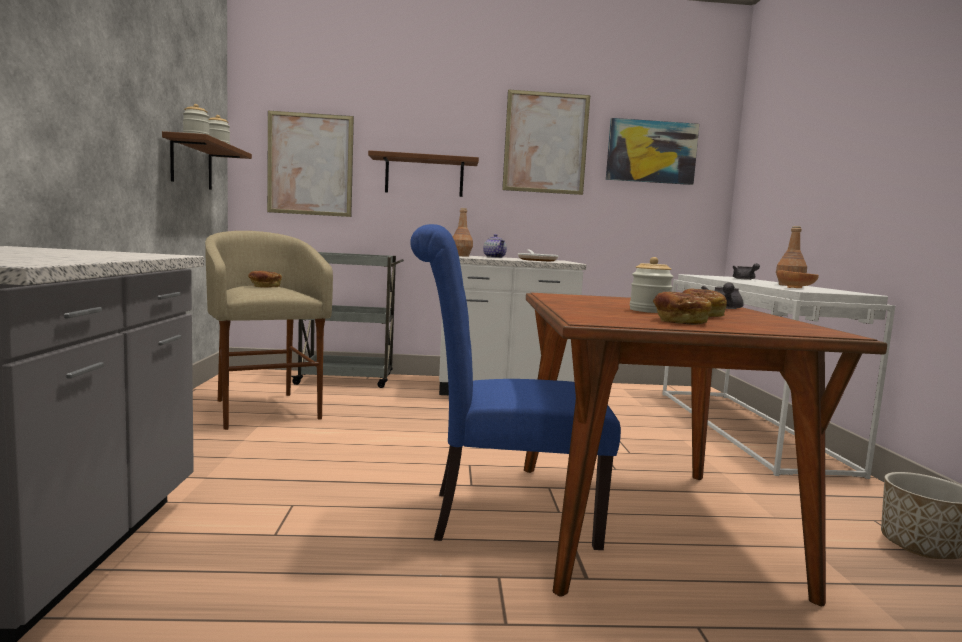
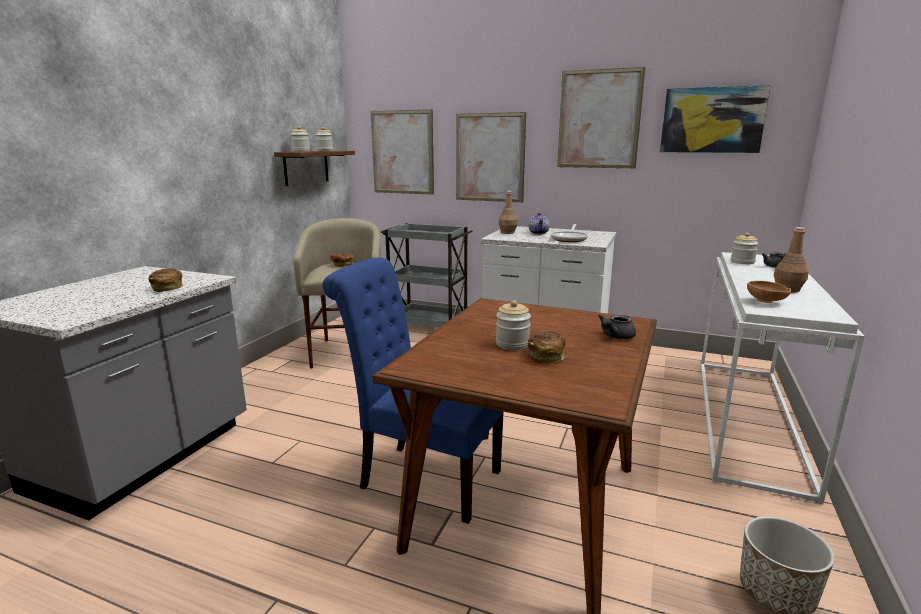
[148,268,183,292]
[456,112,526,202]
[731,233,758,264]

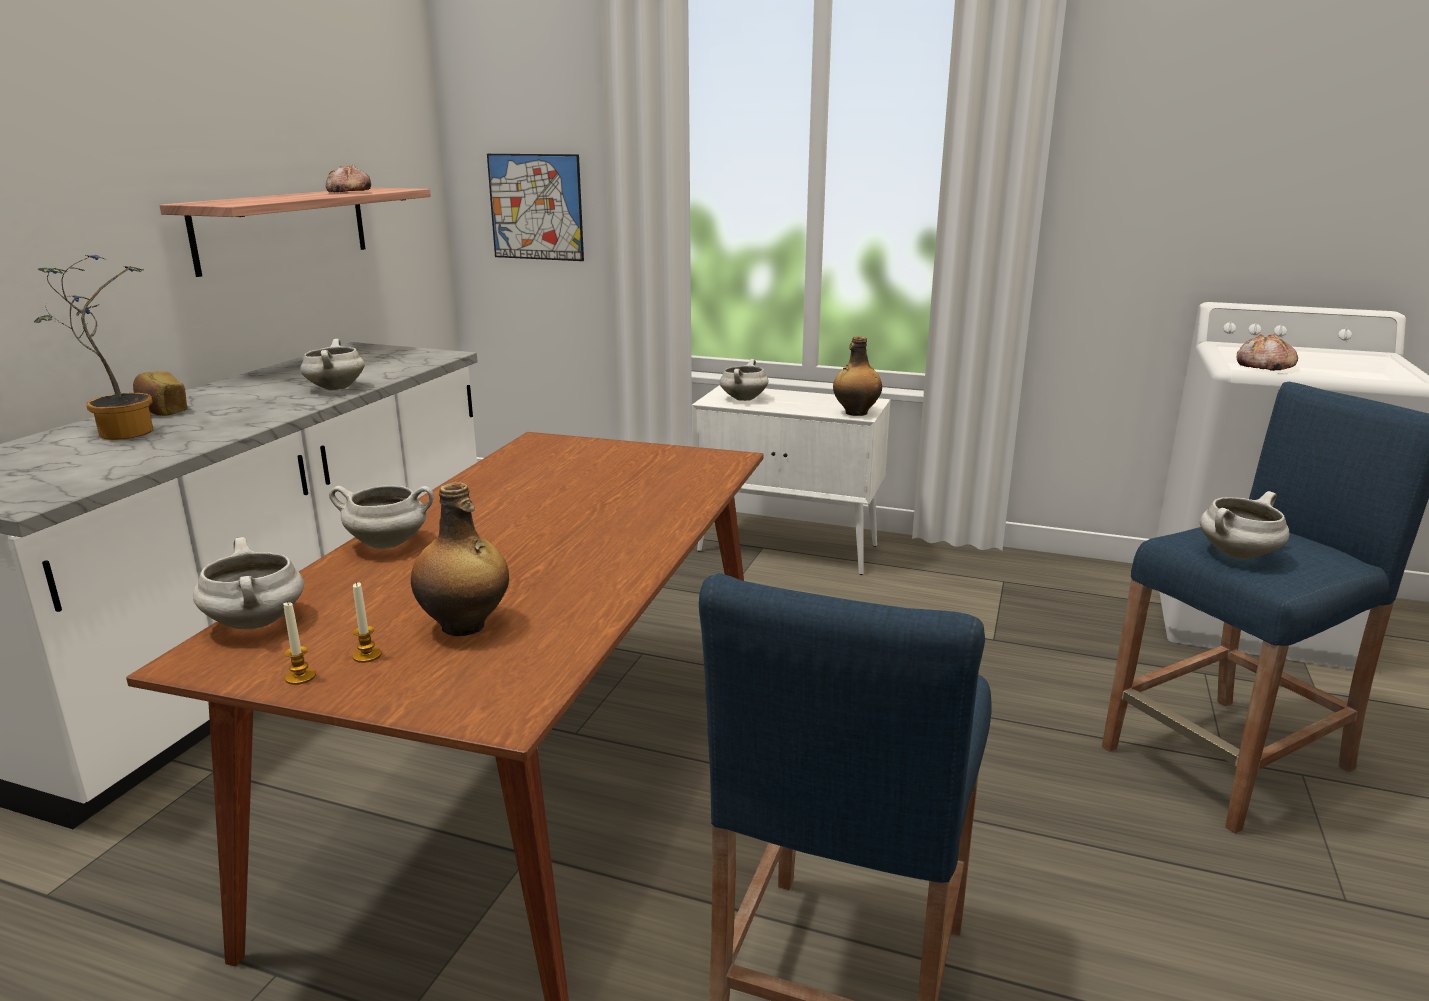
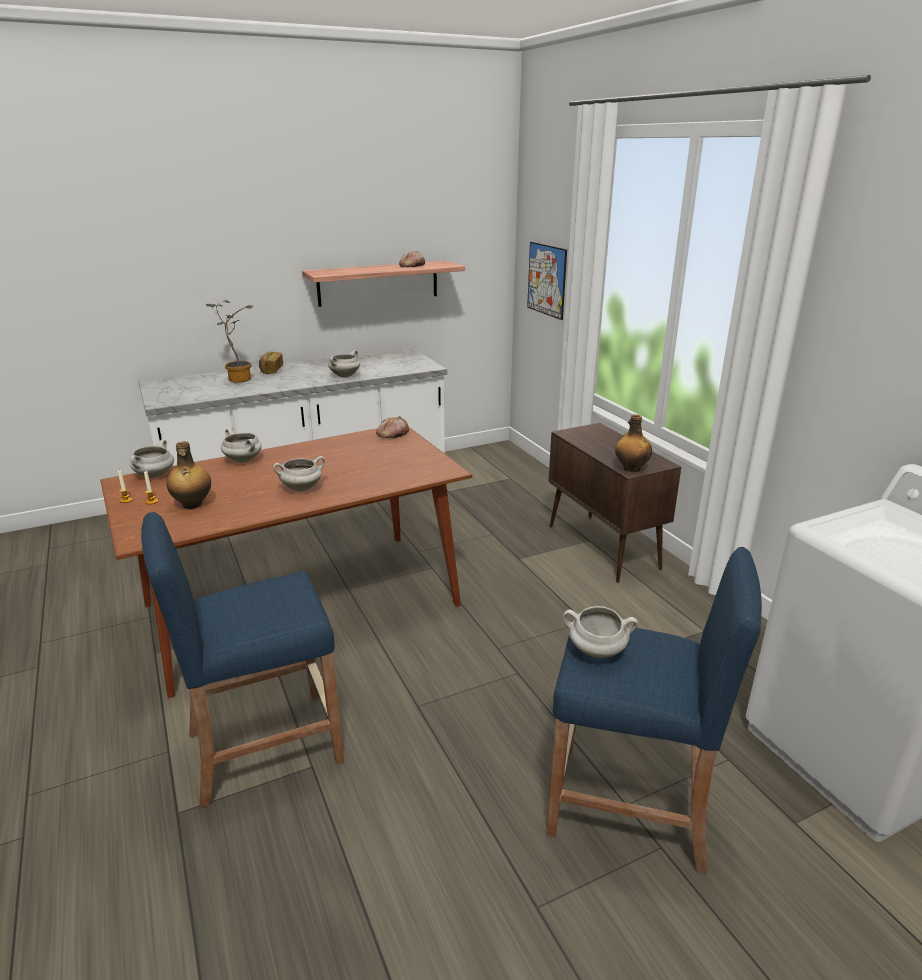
[273,456,325,492]
[376,416,409,438]
[548,423,681,583]

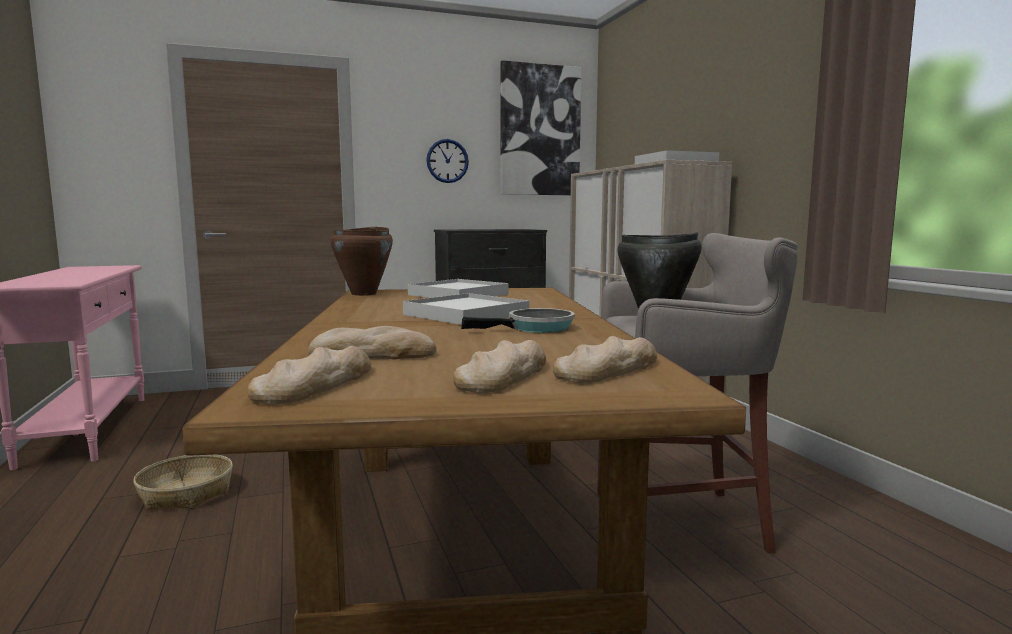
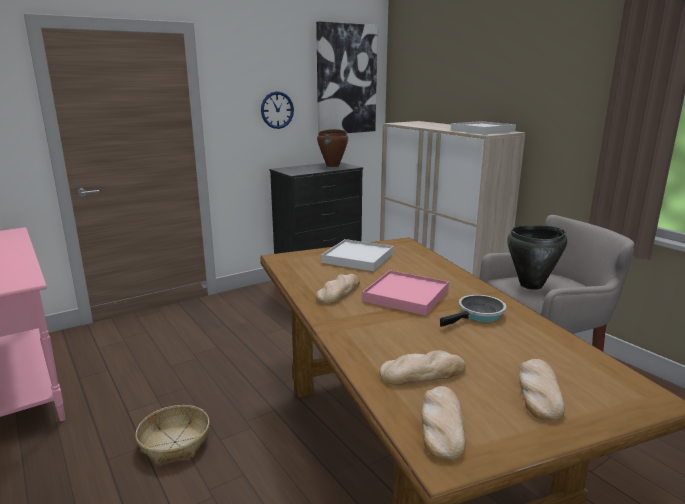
[316,274,360,304]
[317,129,348,167]
[362,270,449,316]

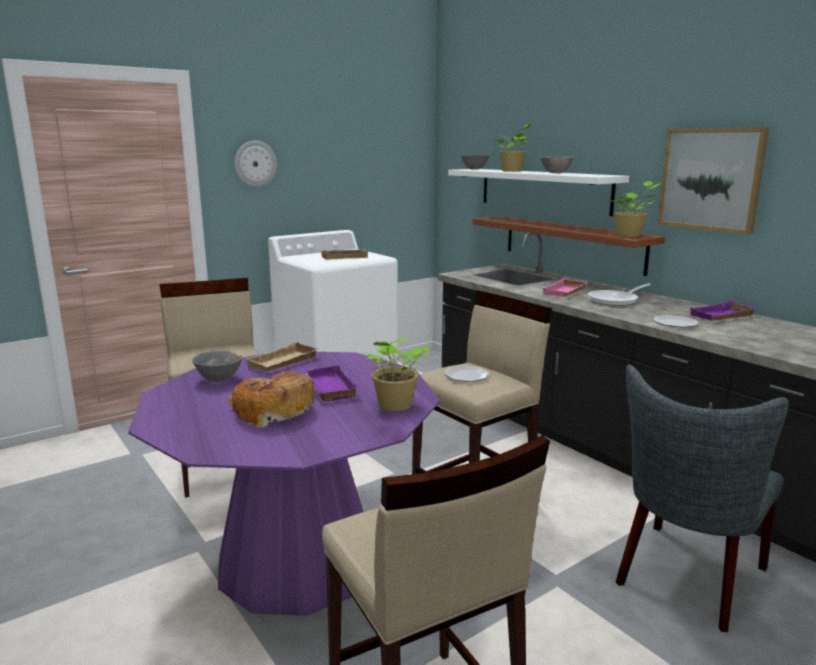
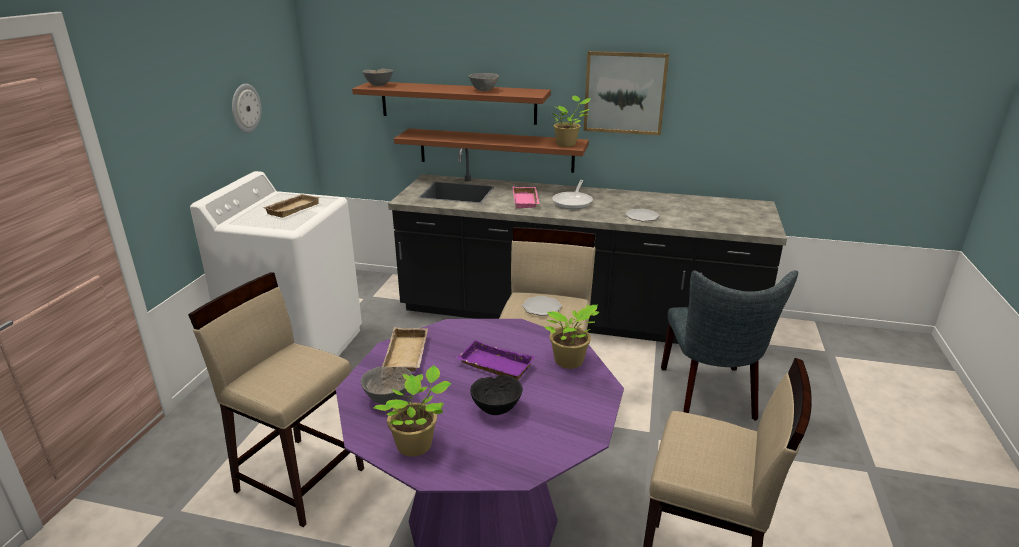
[232,84,261,133]
[352,82,551,125]
[374,365,451,457]
[470,375,523,415]
[690,300,758,321] (first image)

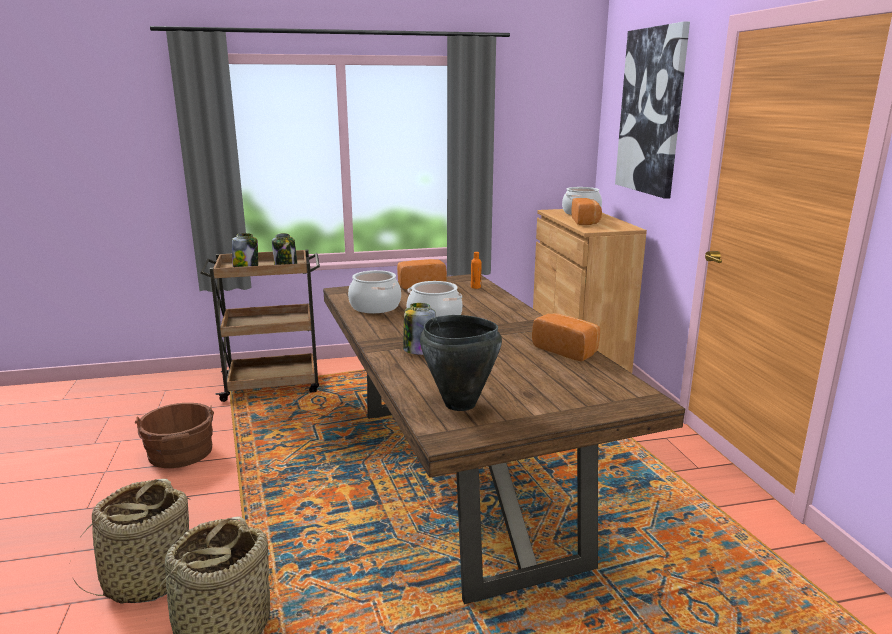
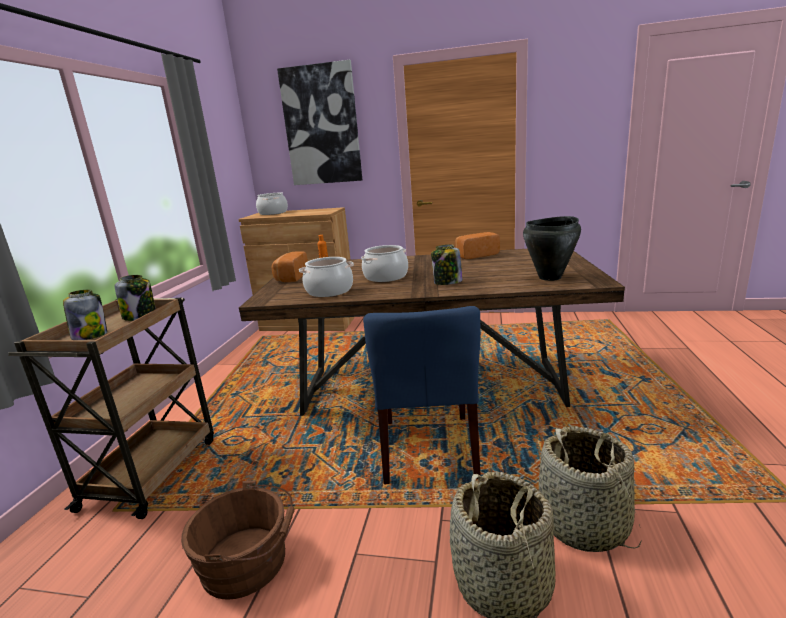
[363,306,481,484]
[571,198,602,225] (first image)

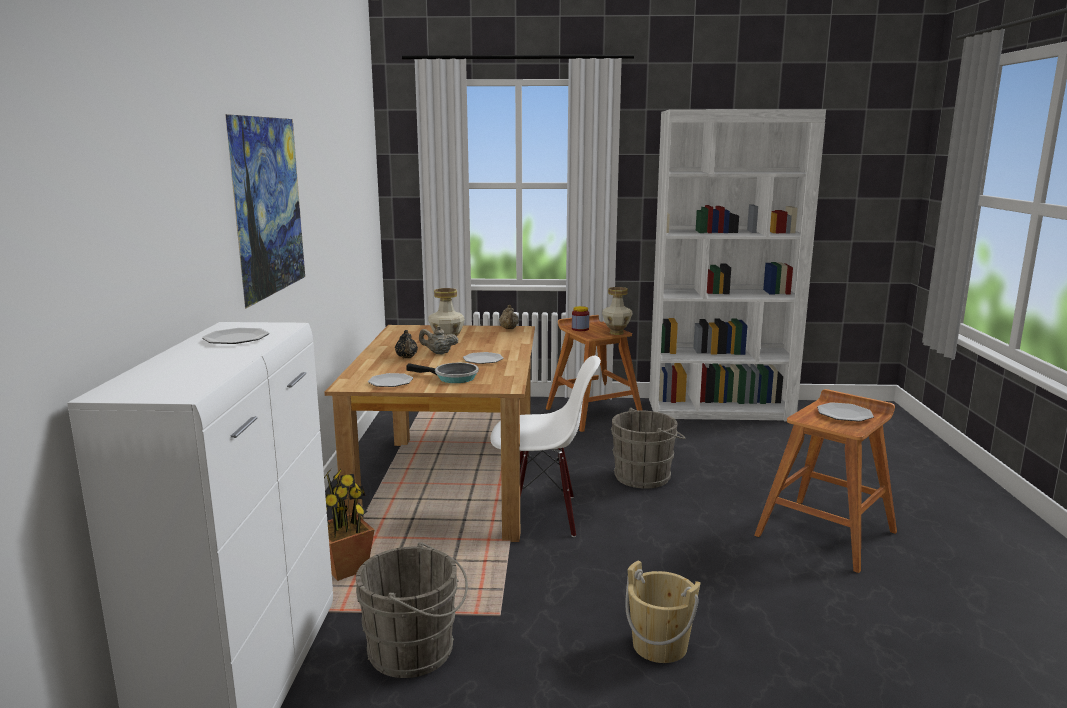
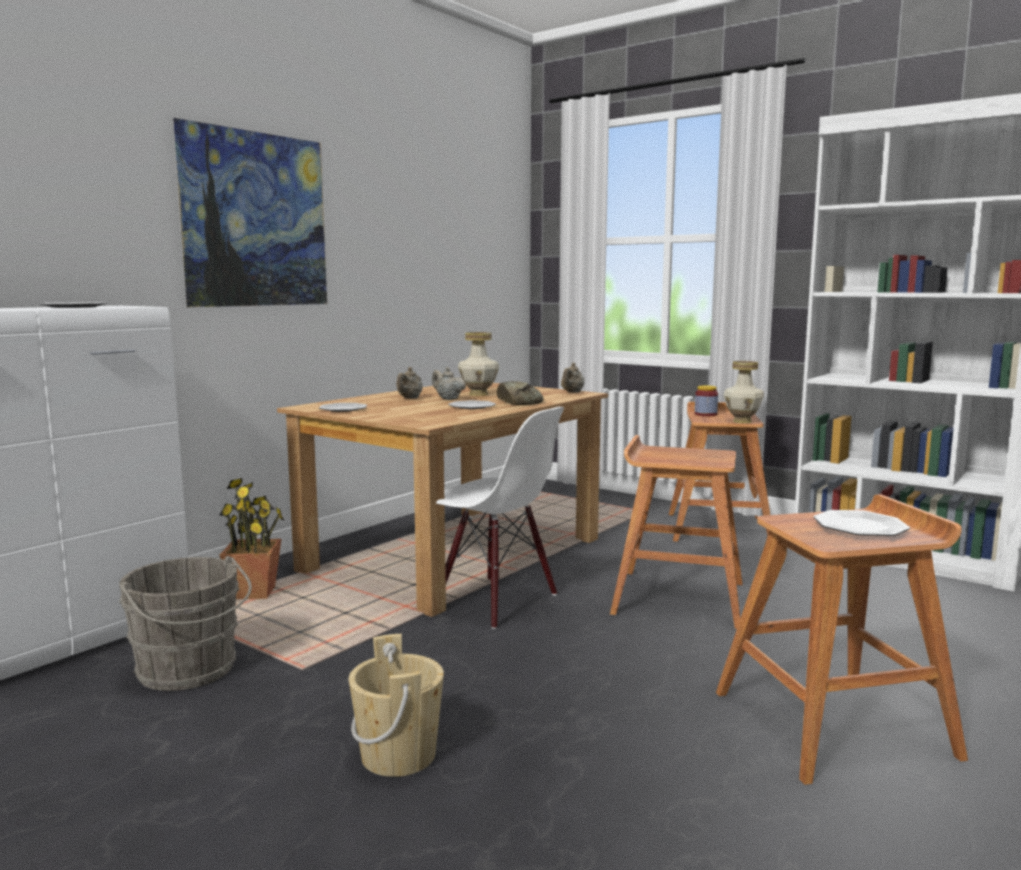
[396,367,423,399]
[497,381,544,405]
[610,435,743,629]
[406,363,479,383] (first image)

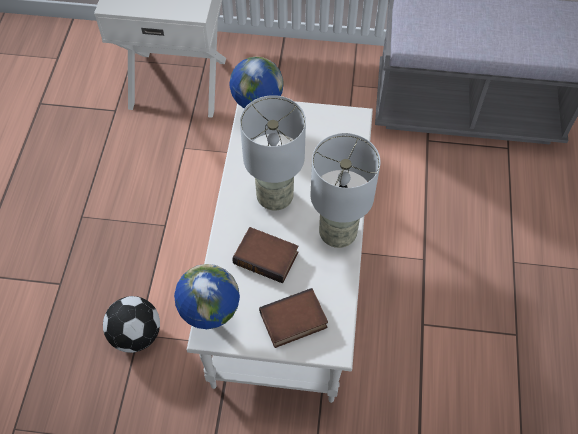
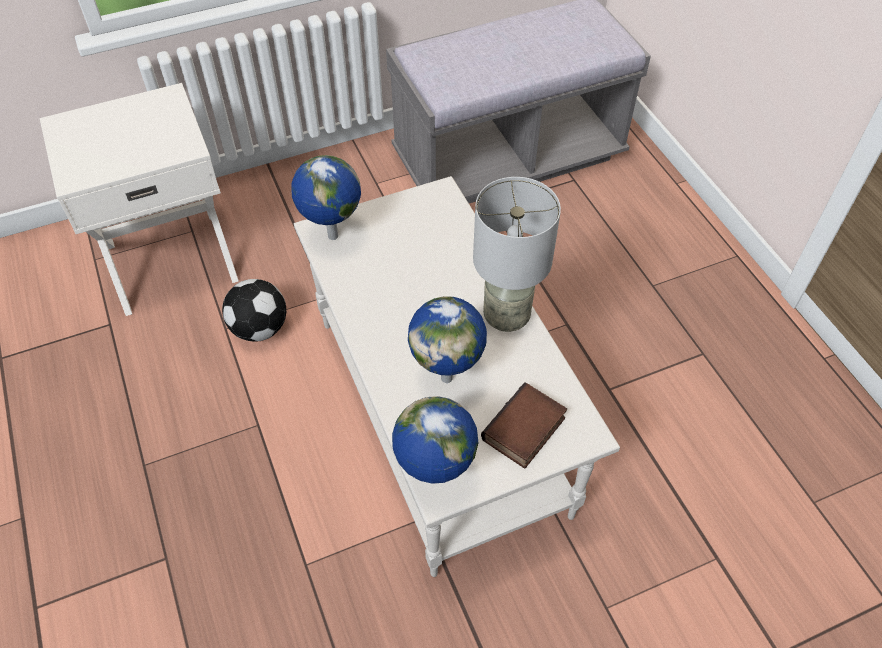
[222,279,286,342]
[408,296,487,383]
[240,95,306,211] (first image)

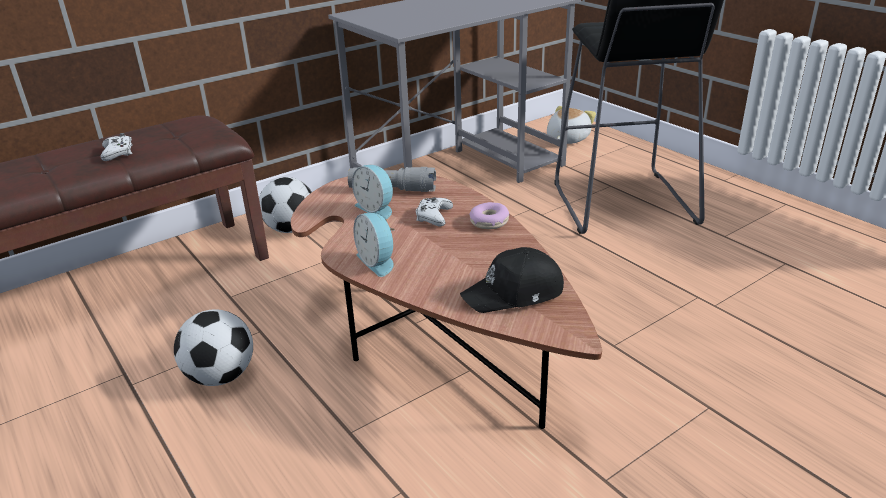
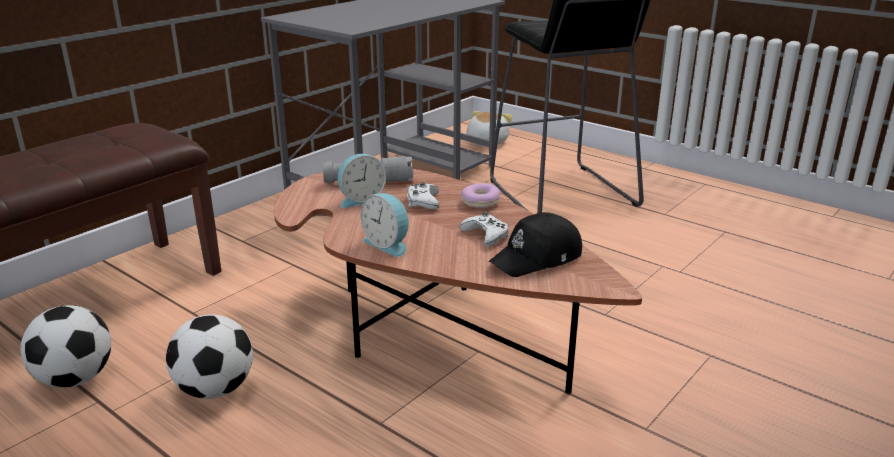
[20,305,111,388]
[337,154,386,208]
[460,212,509,247]

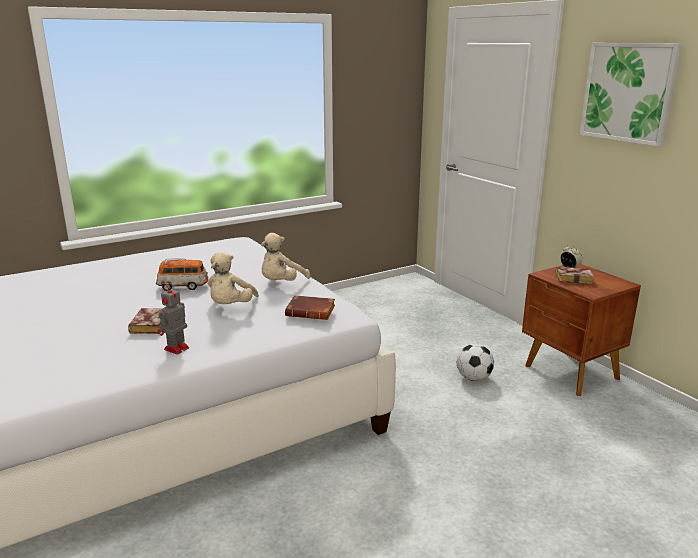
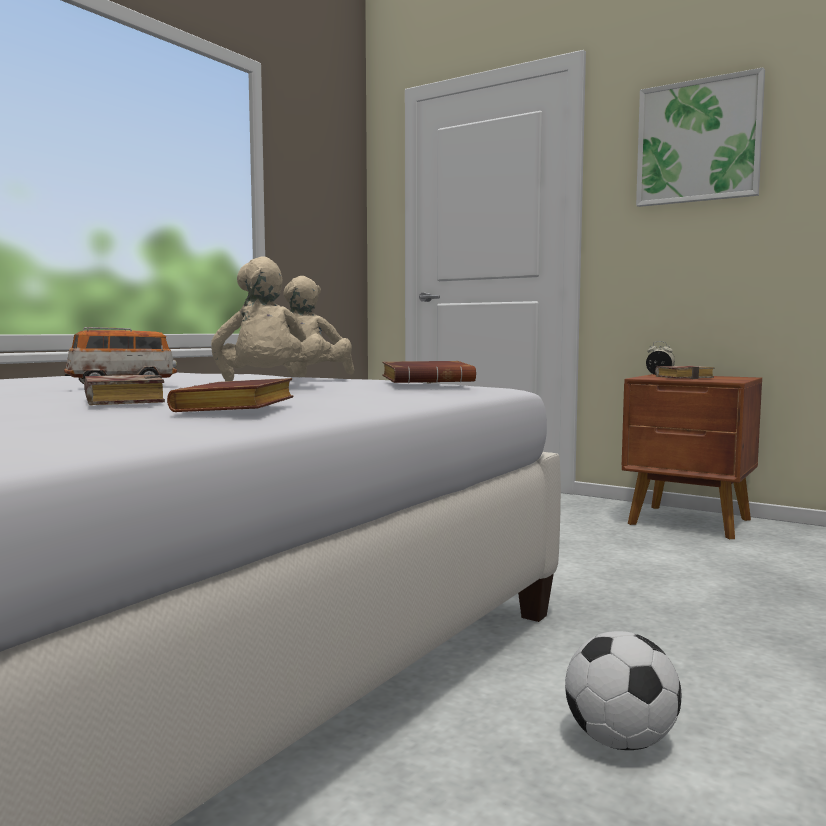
[167,378,294,412]
[565,631,681,750]

